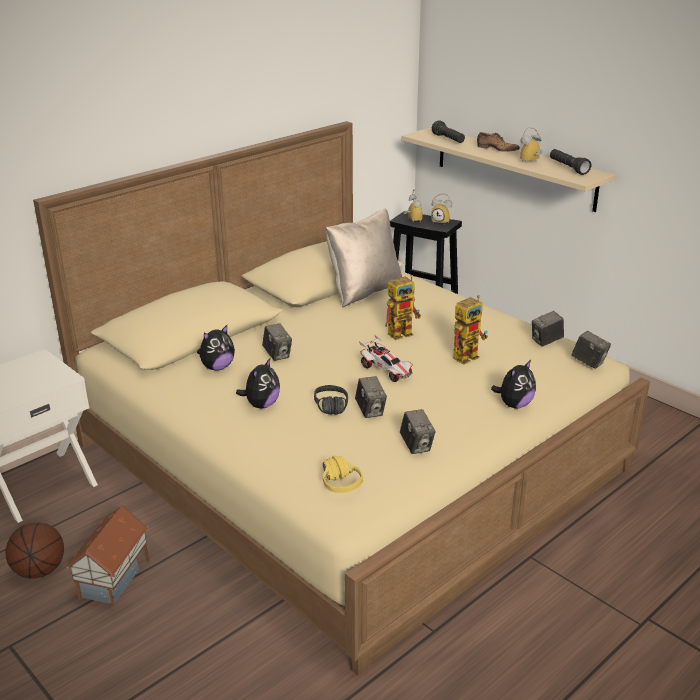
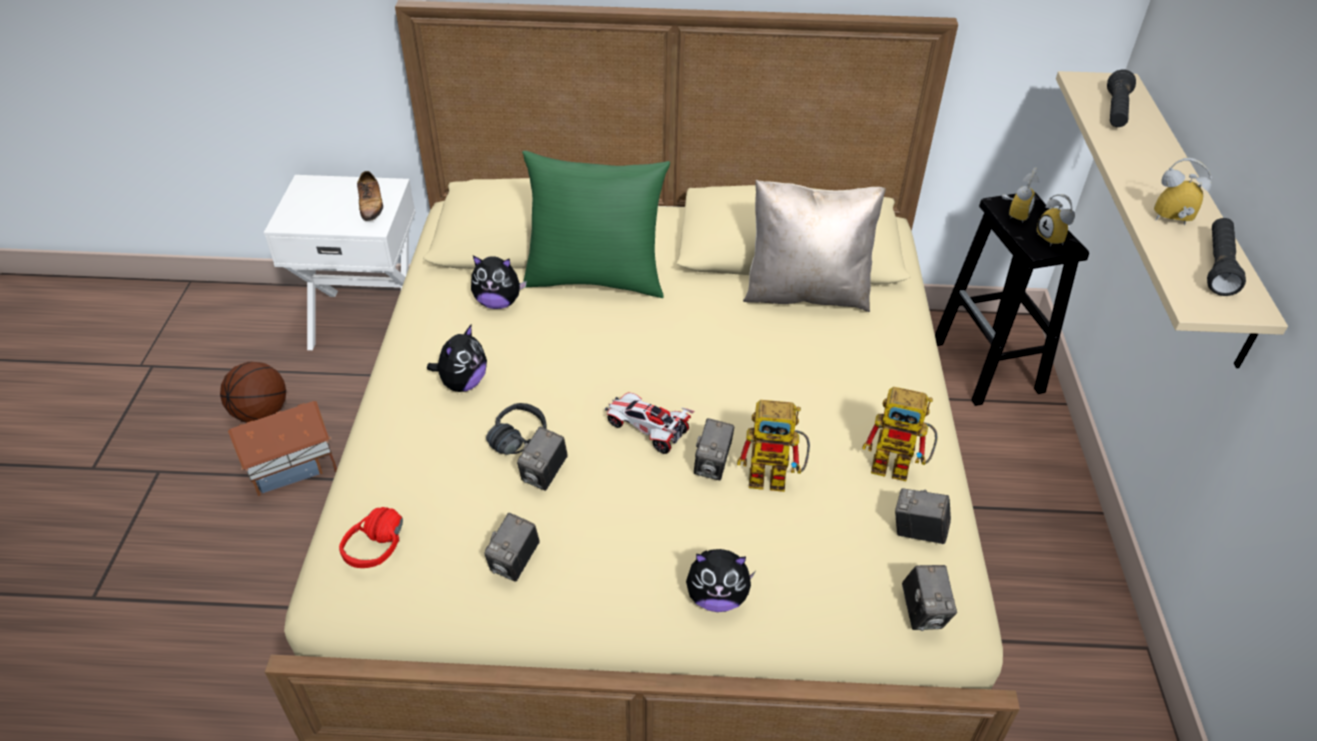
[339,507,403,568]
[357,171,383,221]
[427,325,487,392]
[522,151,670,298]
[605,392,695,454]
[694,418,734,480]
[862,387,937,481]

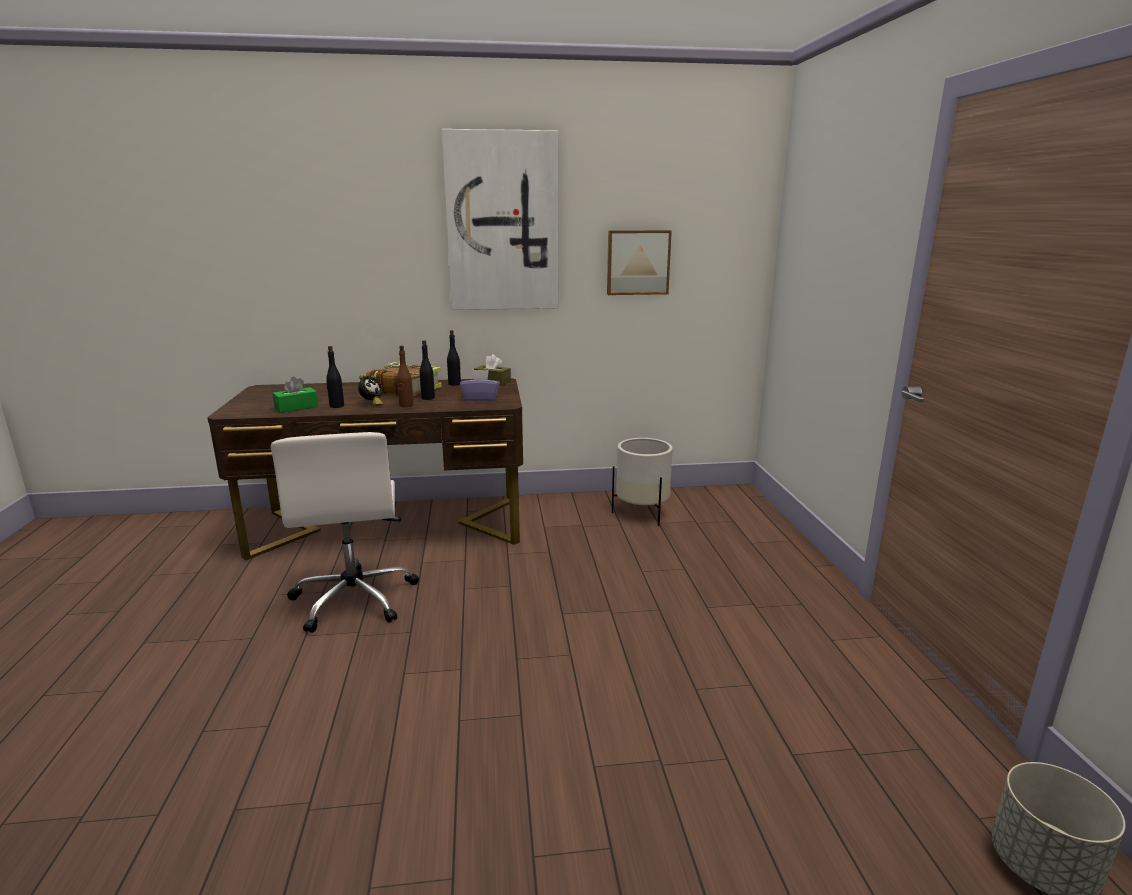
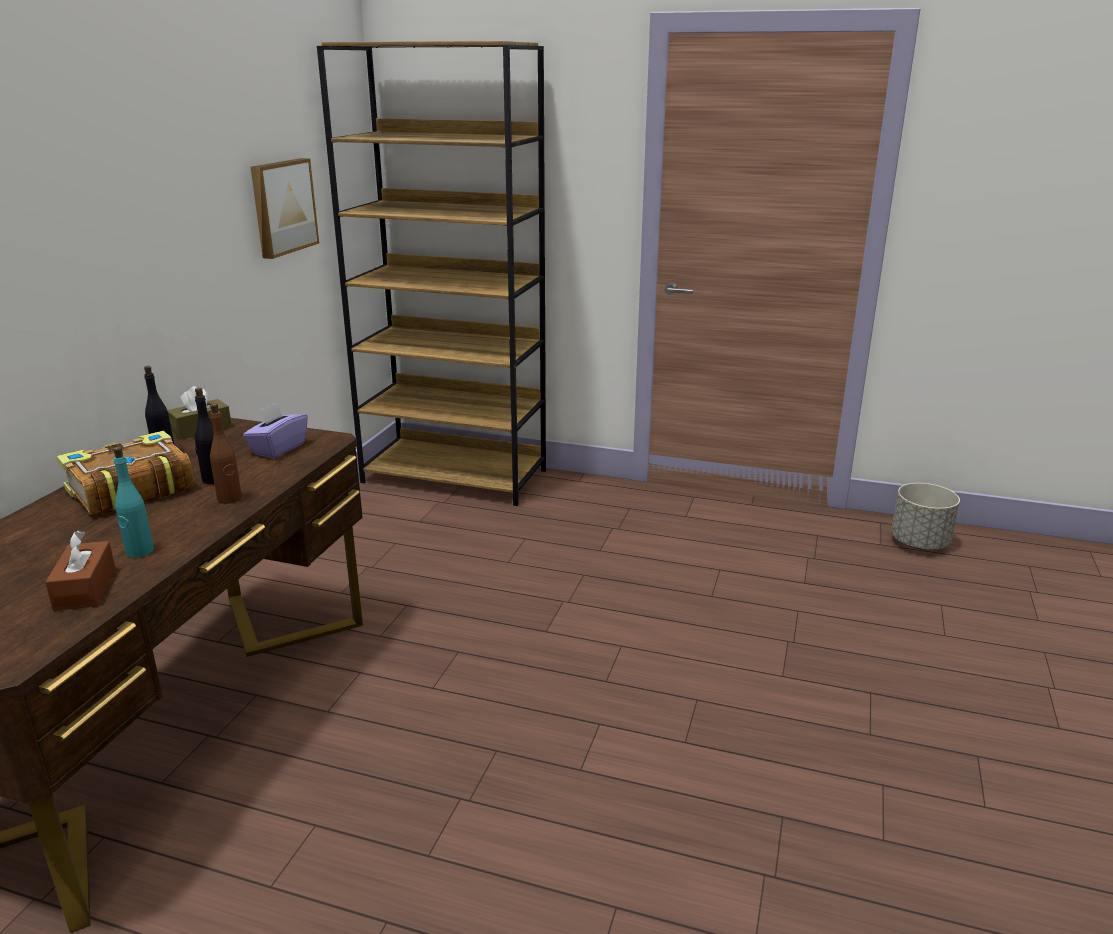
[45,530,115,611]
[113,447,154,558]
[317,41,546,506]
[271,432,419,633] (first image)
[358,374,383,406] (first image)
[441,129,559,310] (first image)
[612,438,673,526] (first image)

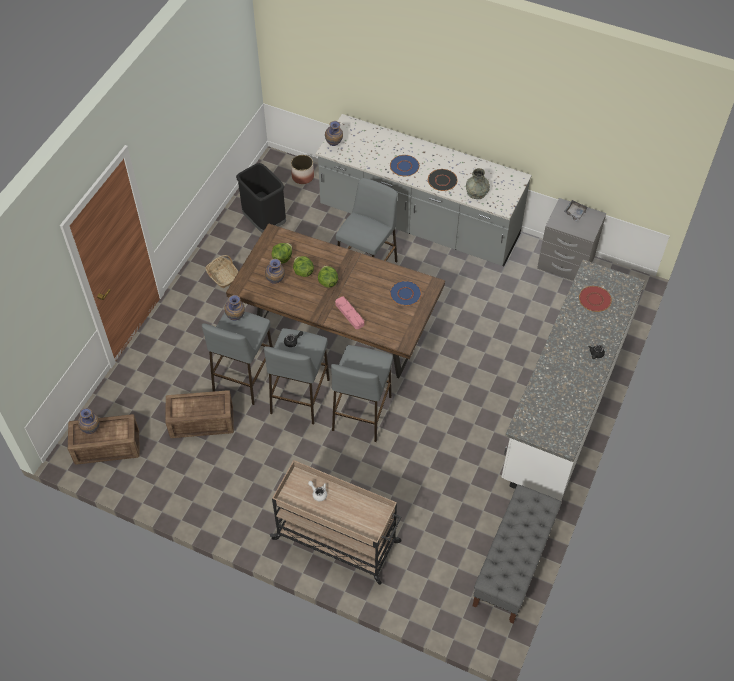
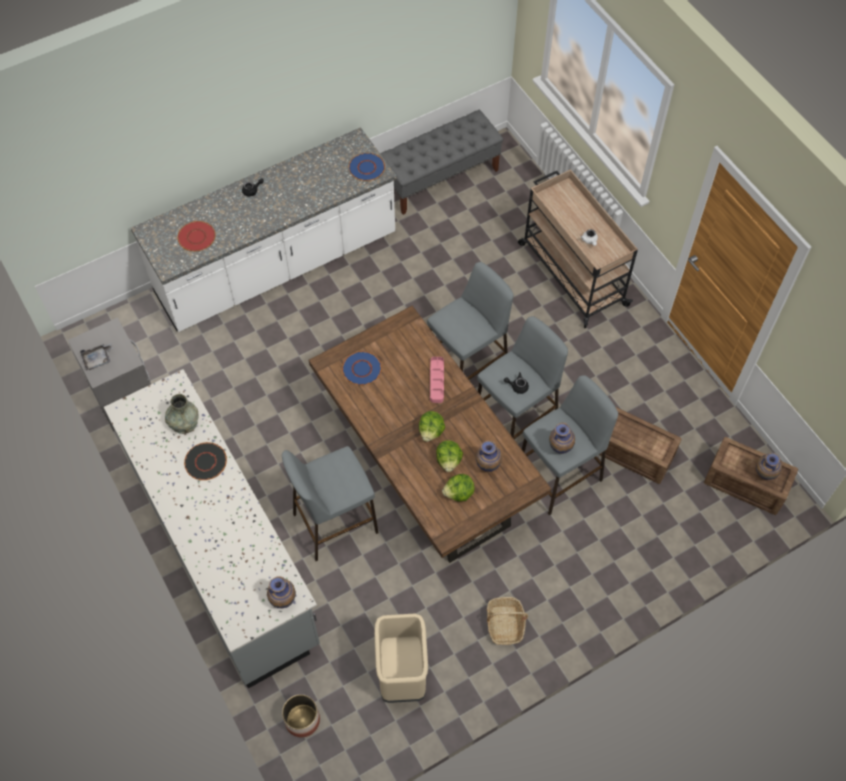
[349,153,385,181]
[374,614,428,703]

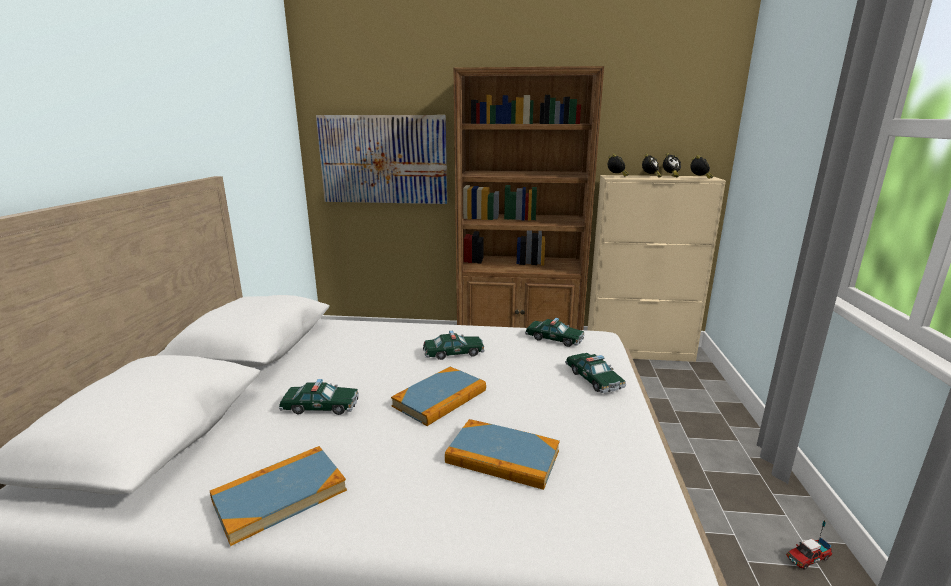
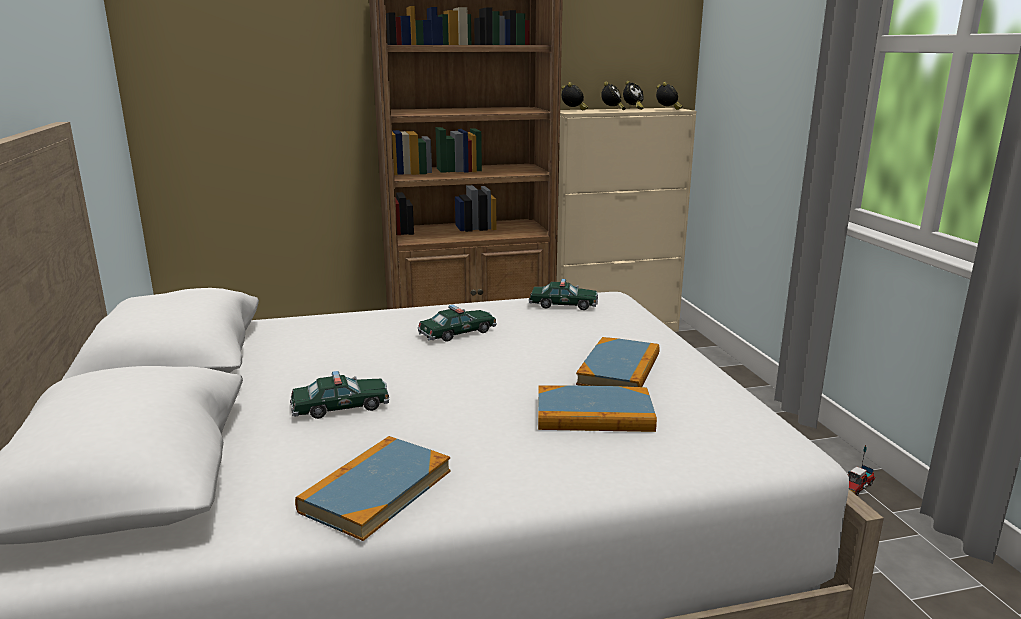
[576,337,660,387]
[316,115,447,204] (first image)
[565,353,626,393] (first image)

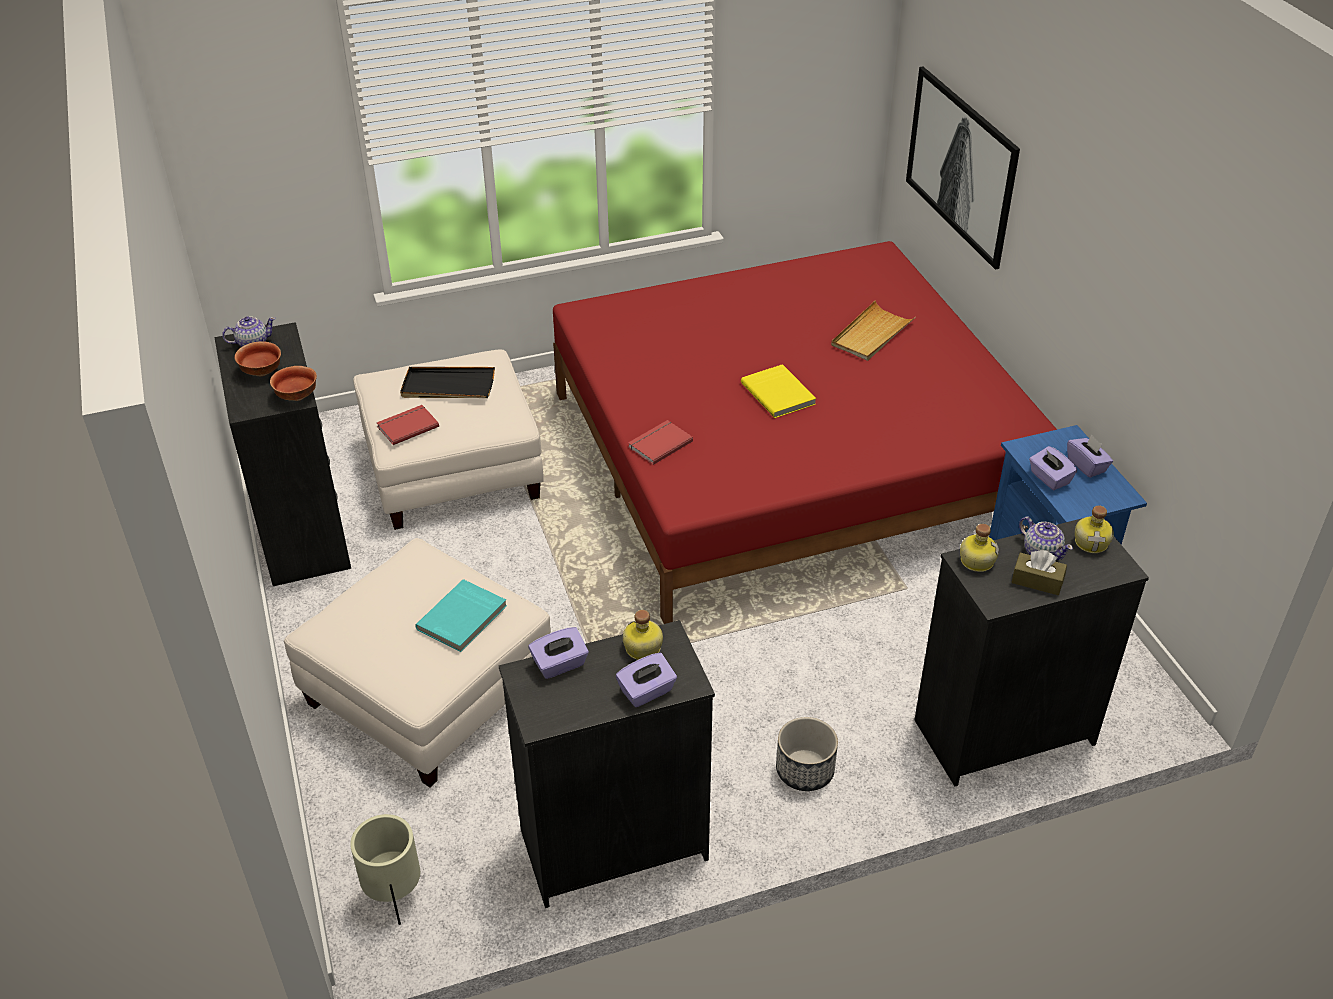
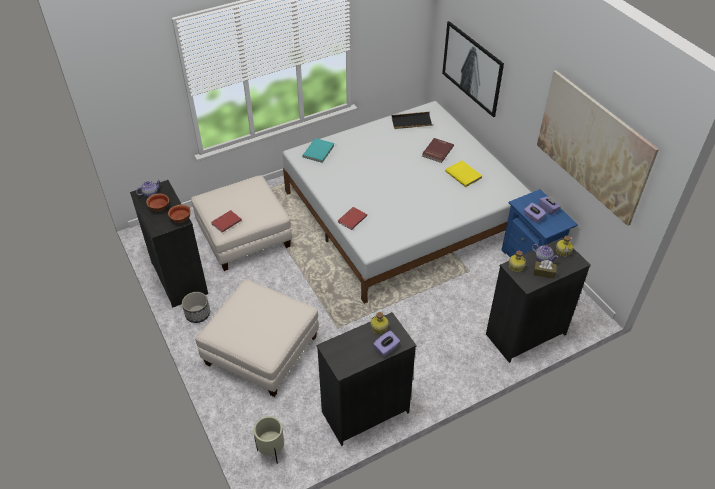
[182,292,210,323]
[283,101,532,304]
[302,138,334,163]
[392,112,433,129]
[422,138,454,163]
[445,161,482,187]
[537,70,659,226]
[528,627,589,679] (first image)

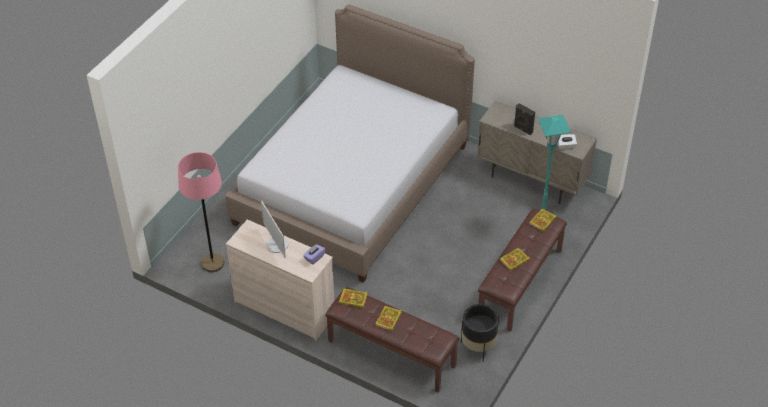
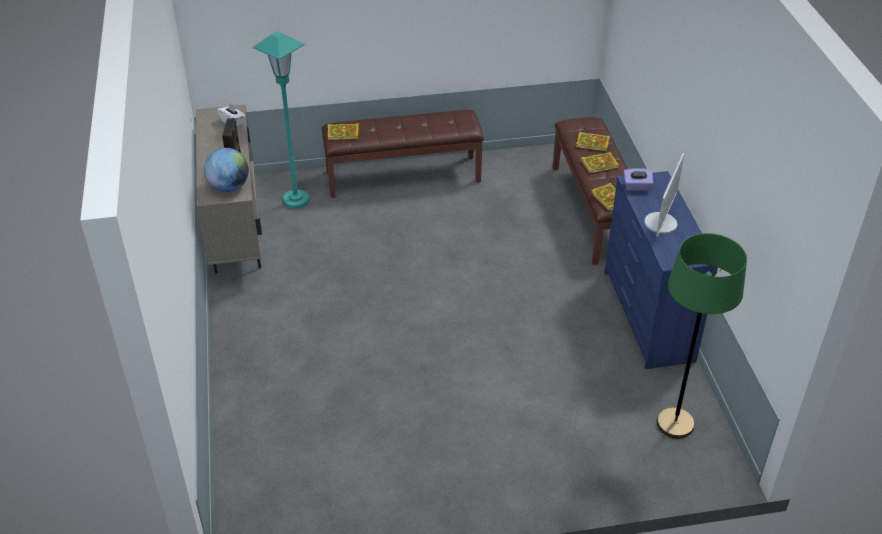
[204,148,249,192]
[576,132,610,151]
[604,171,718,369]
[656,233,747,439]
[225,4,475,283] (first image)
[461,304,499,361] (first image)

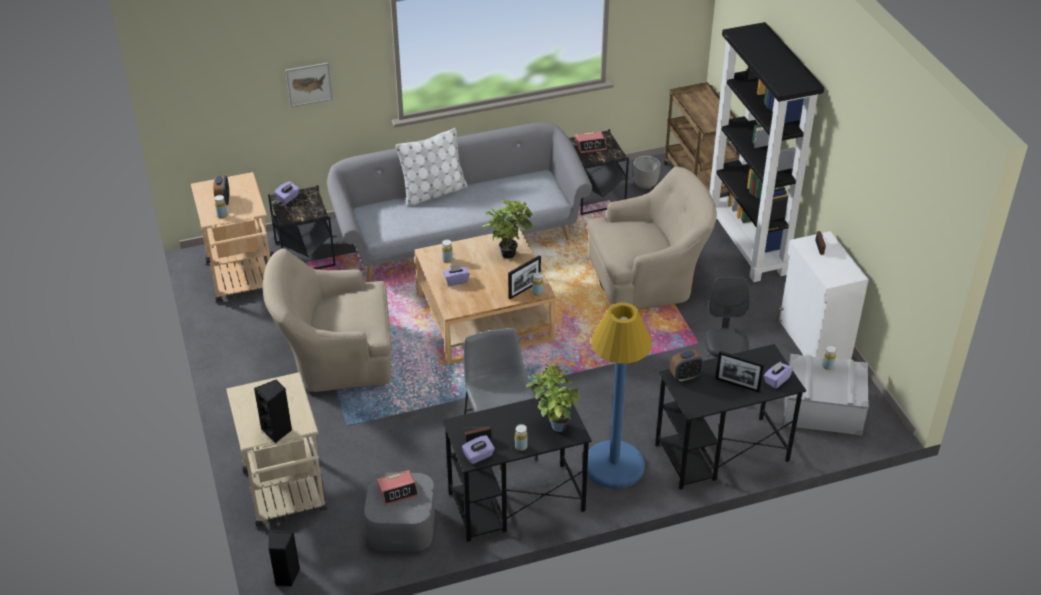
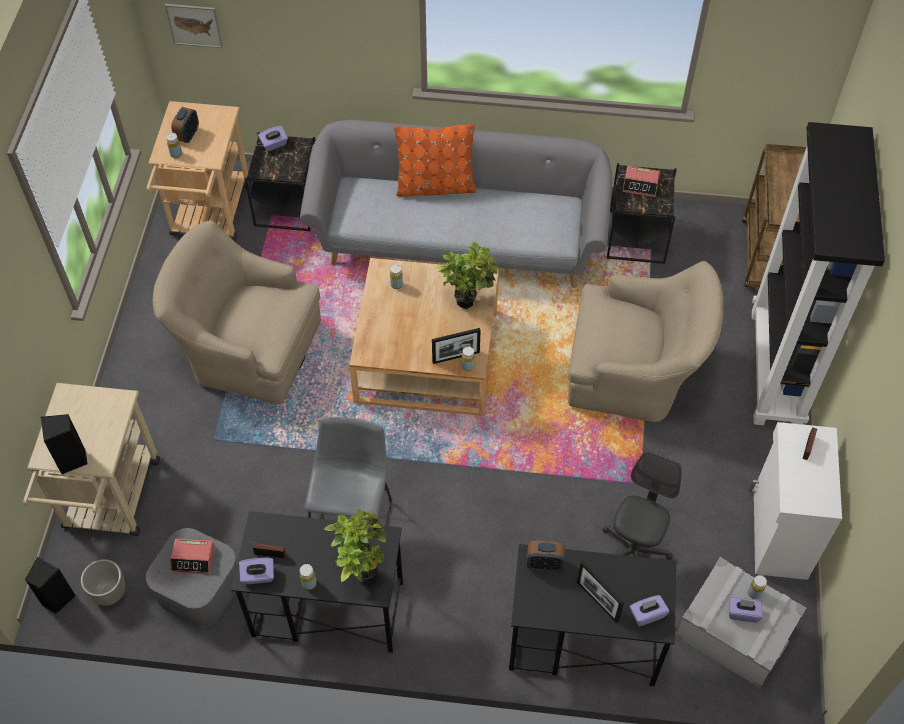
[81,559,125,606]
[165,4,223,48]
[394,124,476,197]
[729,597,762,622]
[587,302,652,489] (first image)

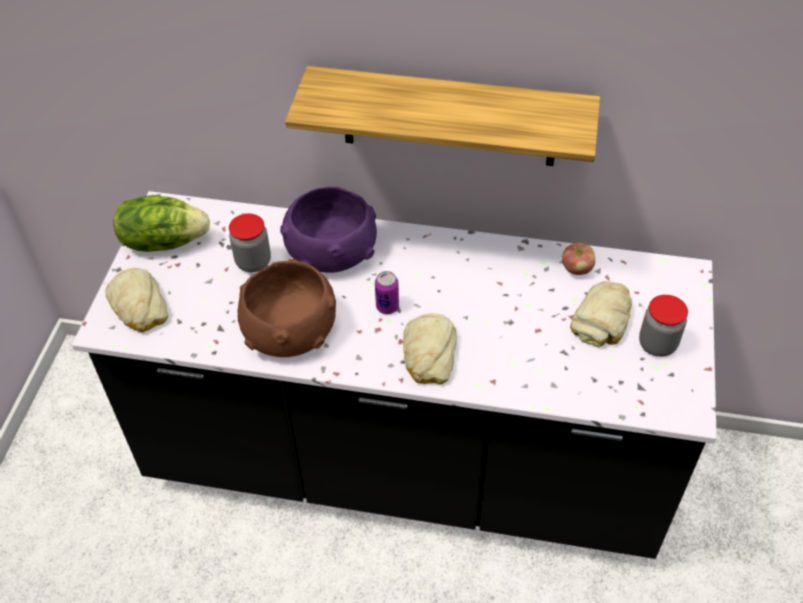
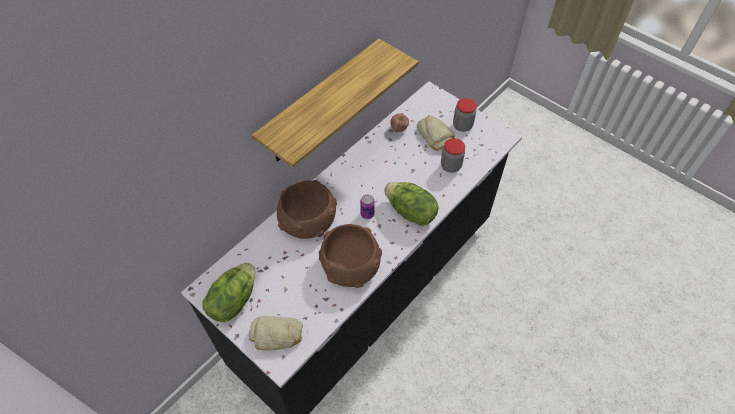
[277,180,337,239]
[384,182,439,226]
[441,138,465,173]

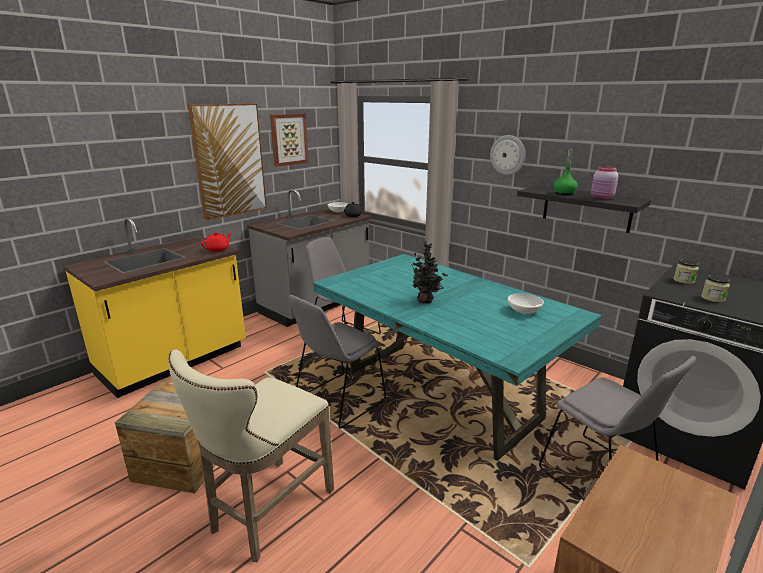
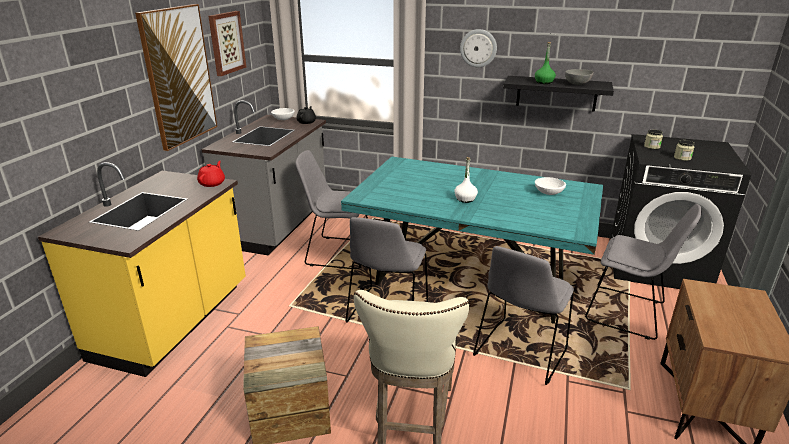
[454,157,478,203]
[473,246,574,385]
[565,69,594,85]

